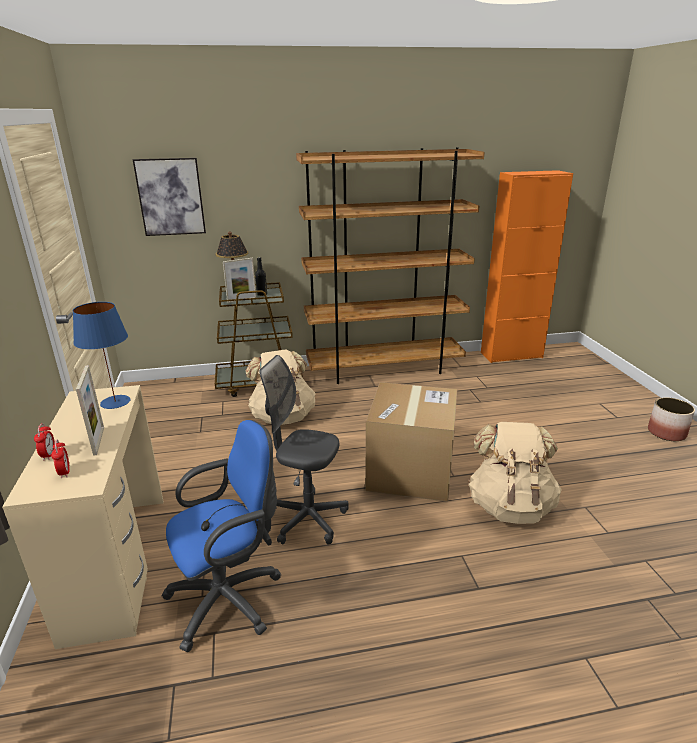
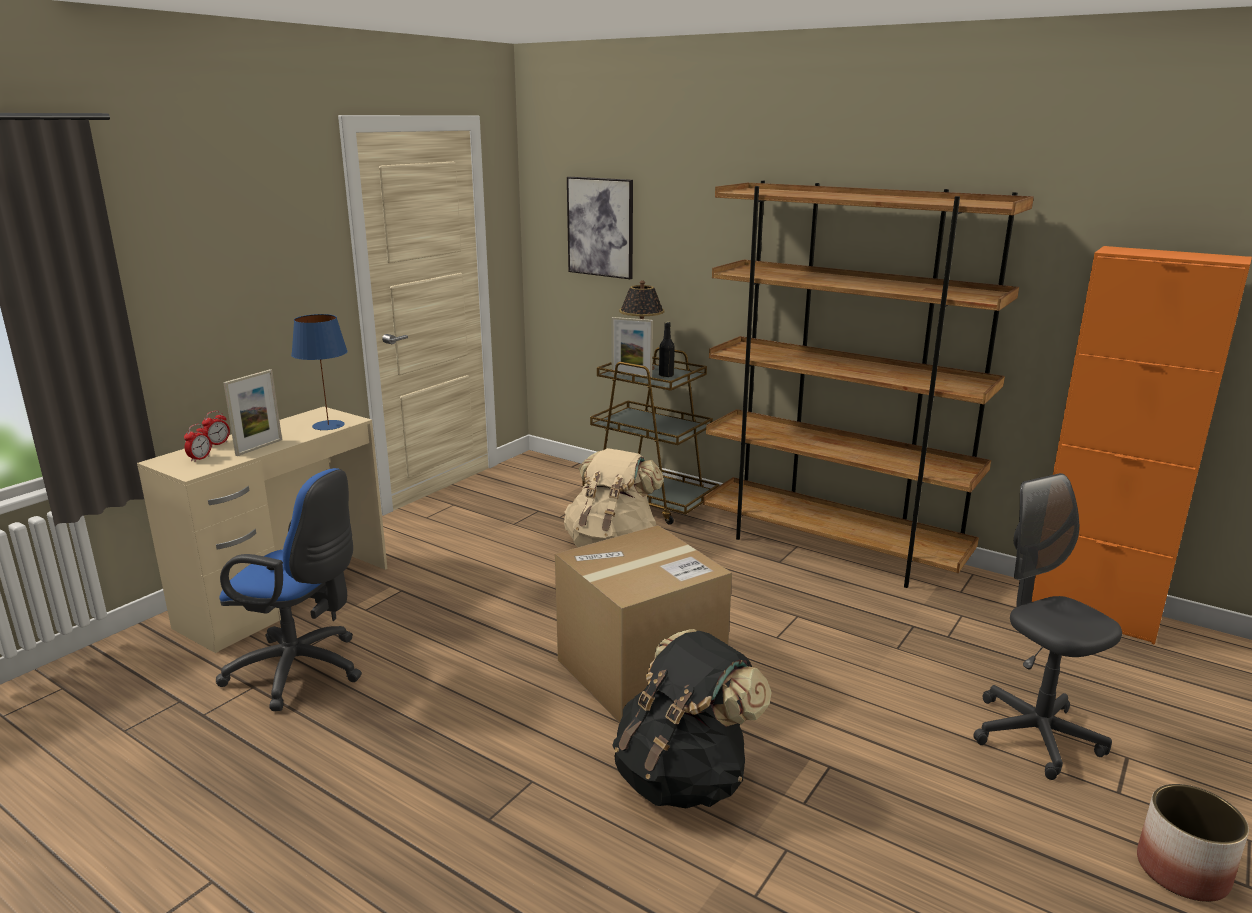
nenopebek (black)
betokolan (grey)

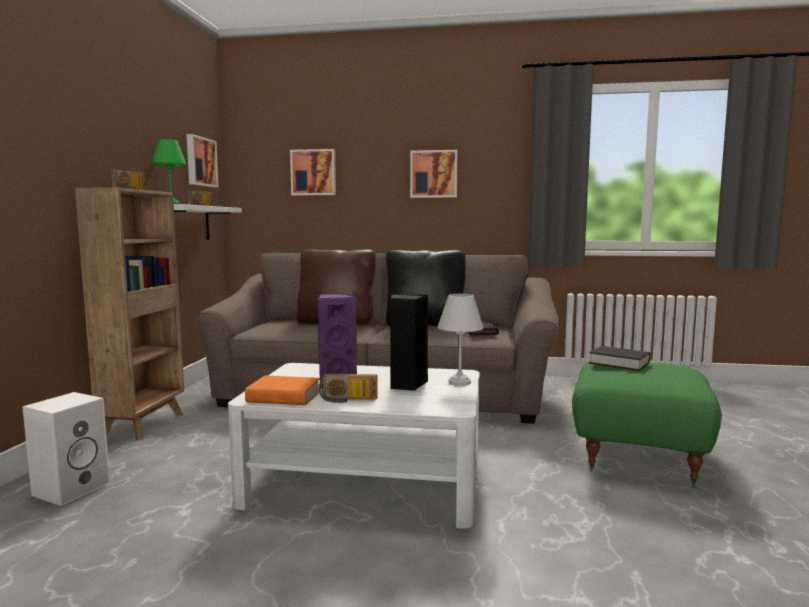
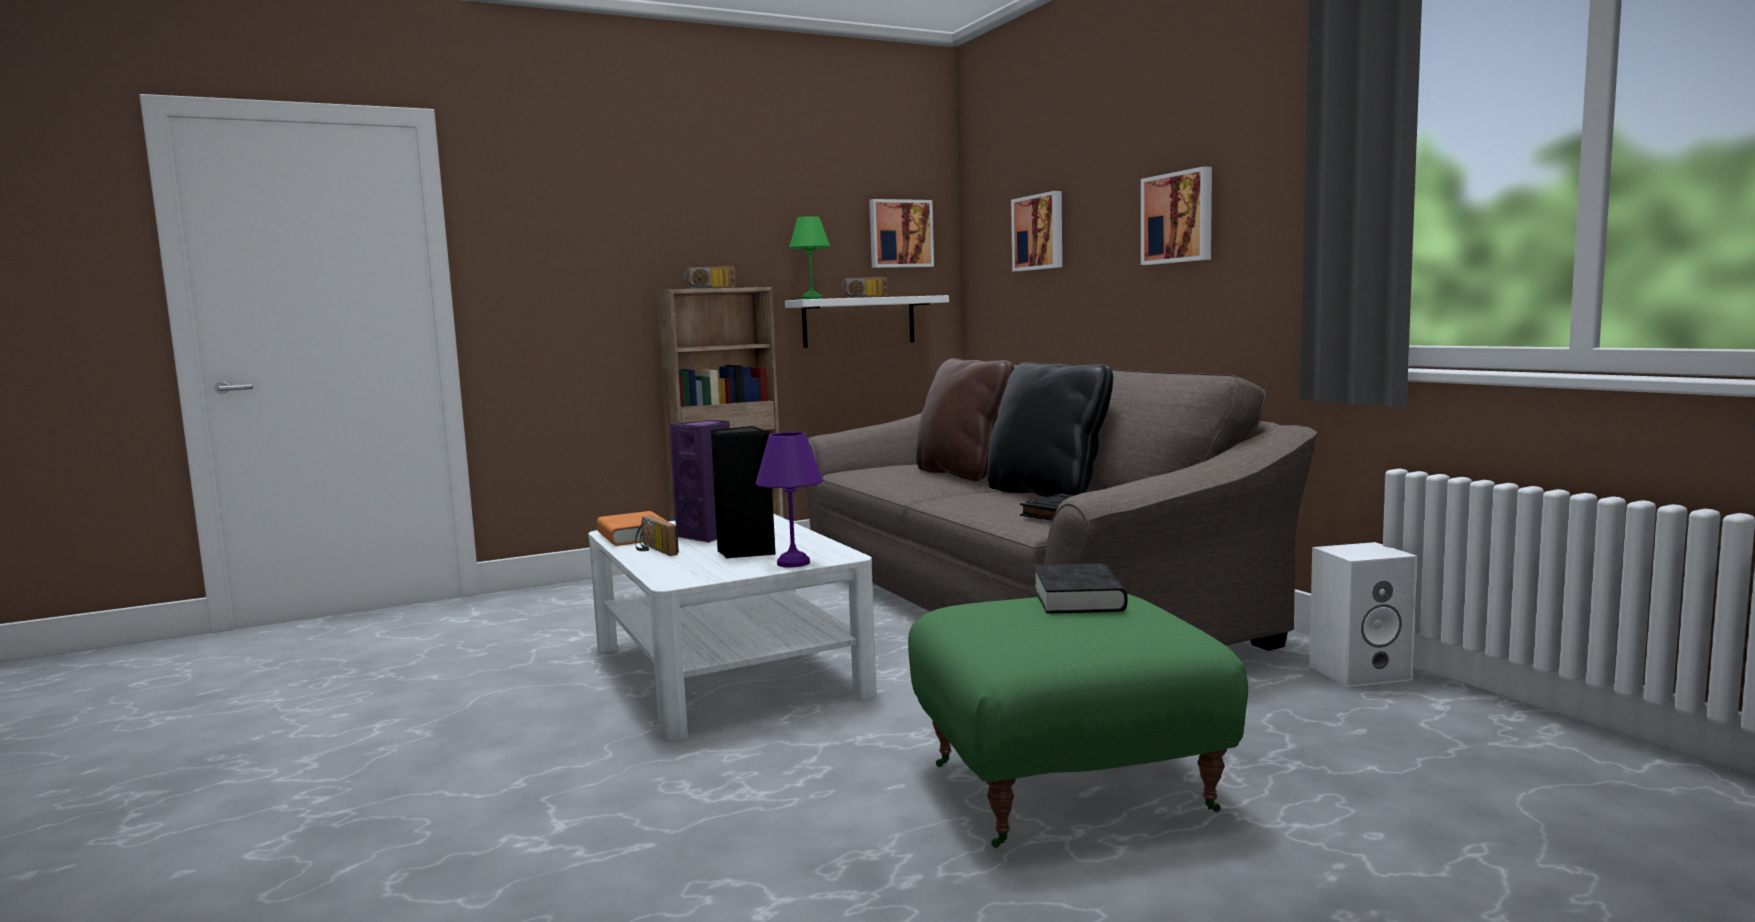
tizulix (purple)
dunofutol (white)

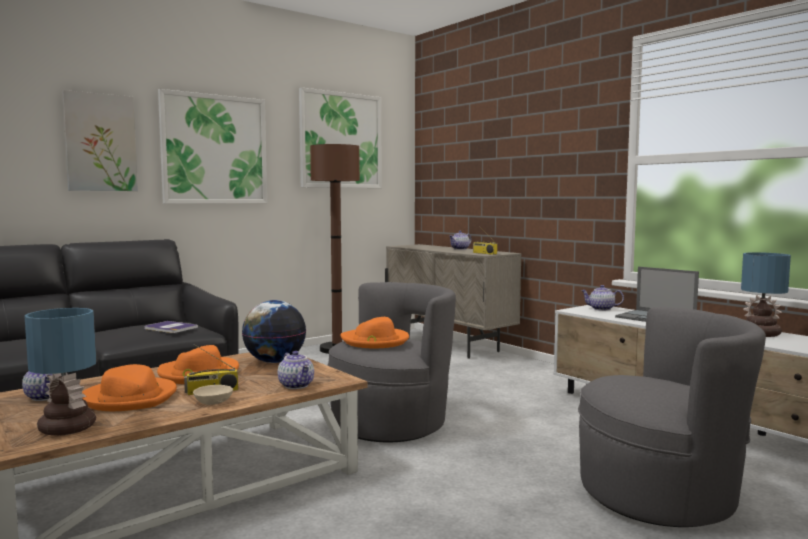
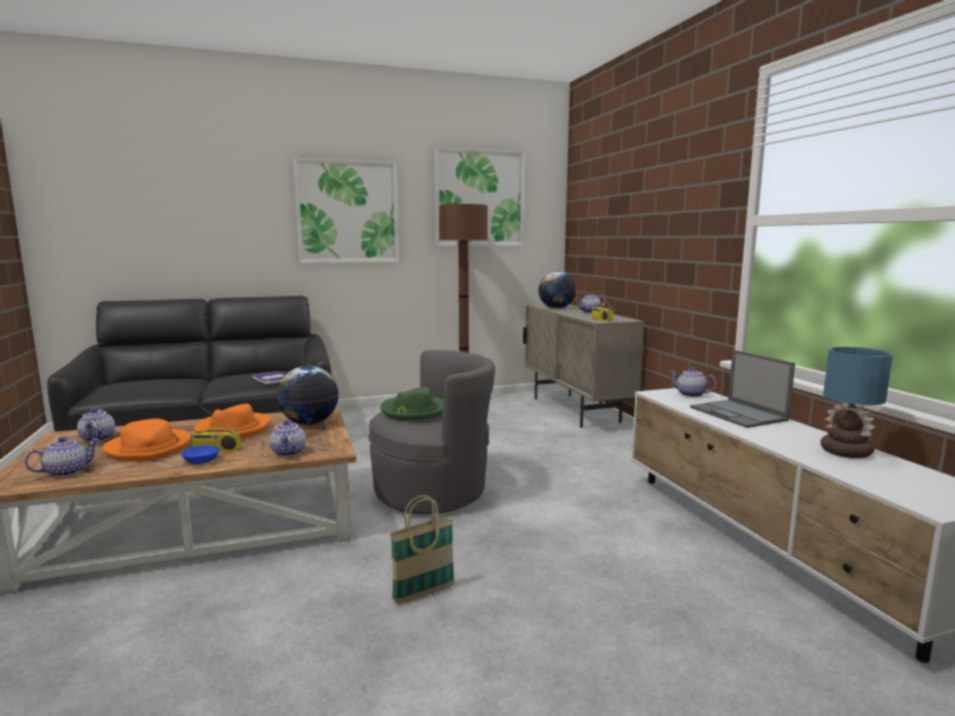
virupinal (no. 1 from left)
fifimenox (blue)
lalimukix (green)
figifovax
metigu (no. 2 from left)
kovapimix (no. 1 from left in the first image)
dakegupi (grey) (no. 2 from left in the first image)

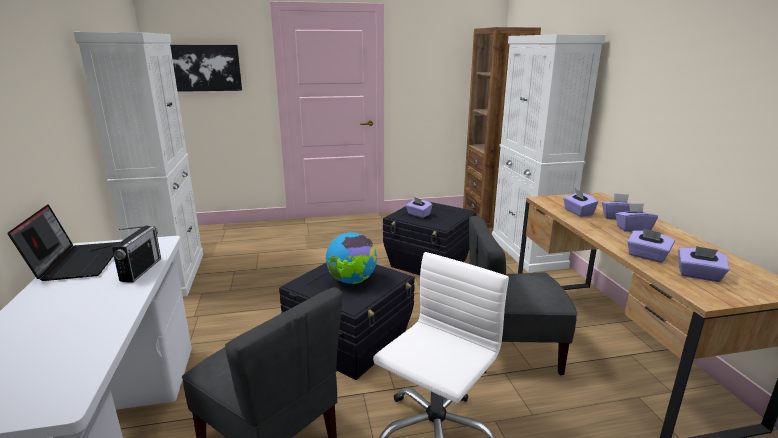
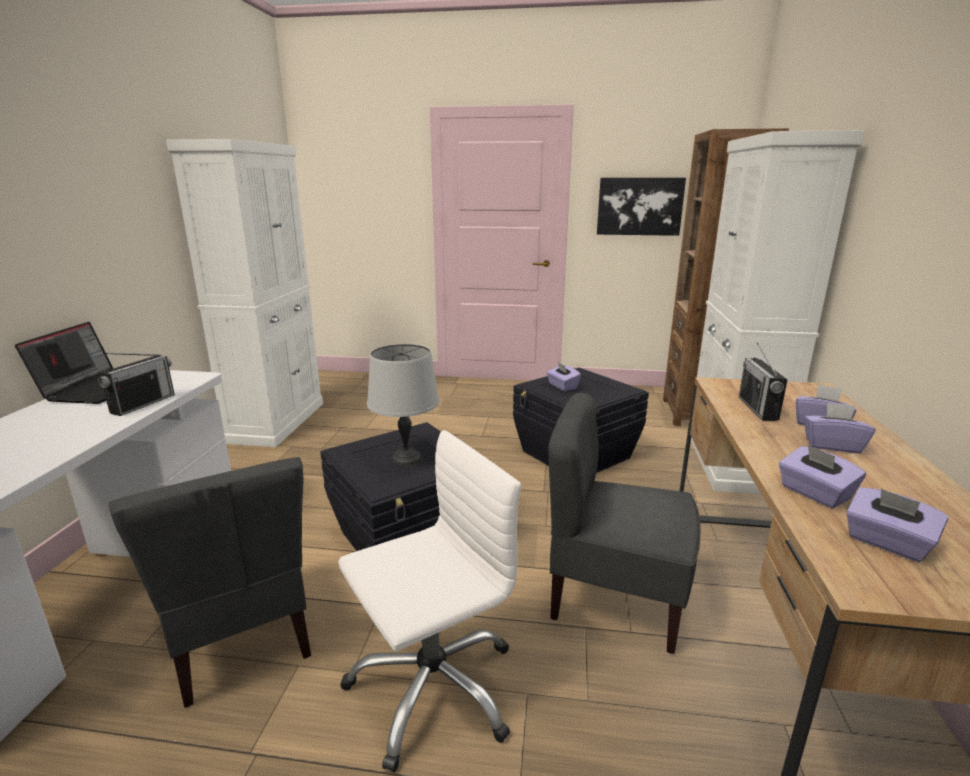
tizulix (grey)
kovapimix
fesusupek (no. 2 from left)

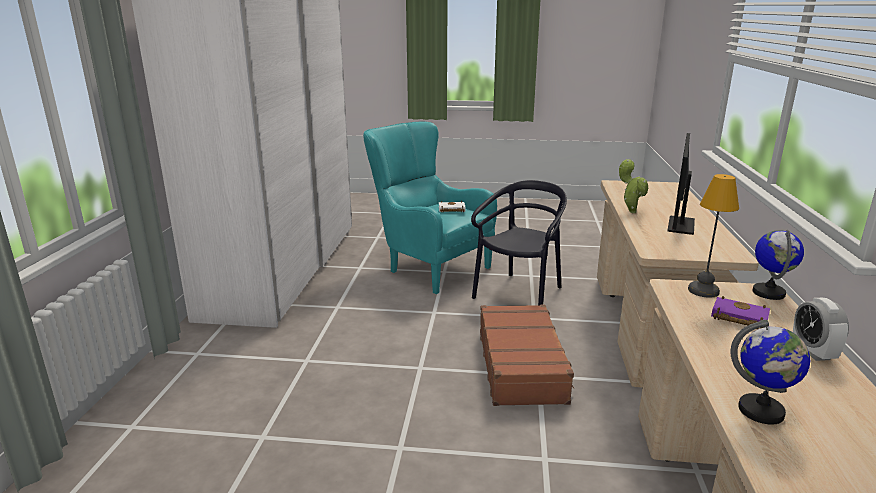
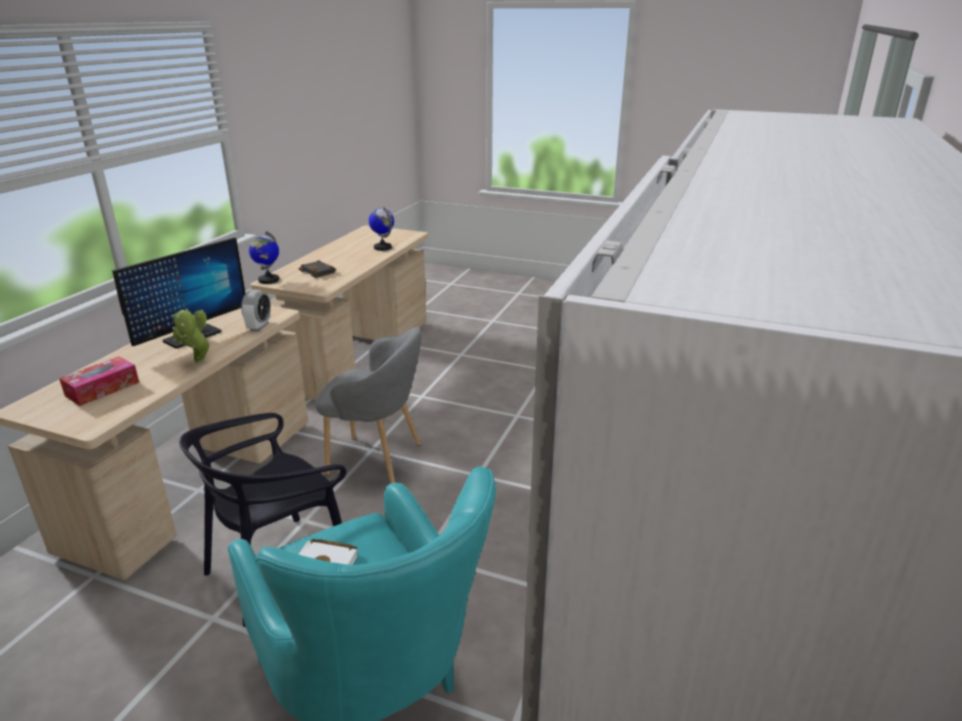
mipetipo
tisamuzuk
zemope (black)
dakegupi (grey)
tizulix

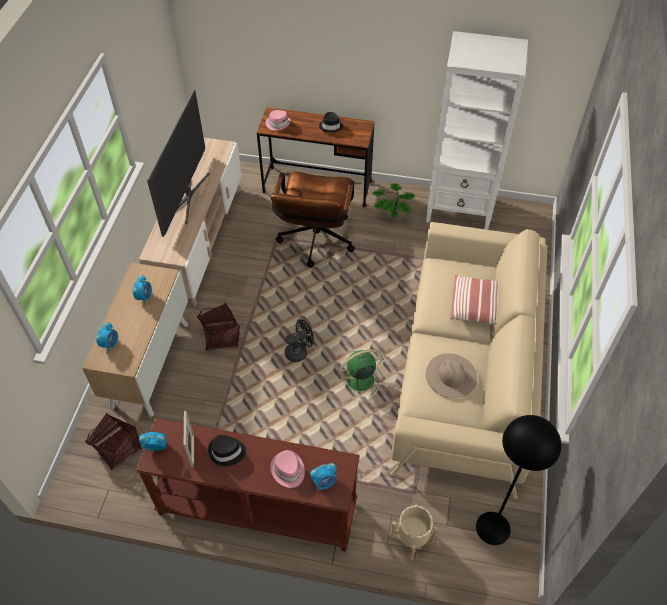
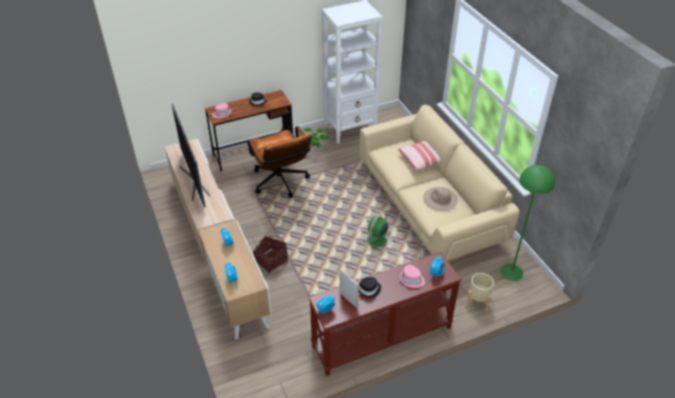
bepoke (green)
figifovax (no. 1 from left in the first image)
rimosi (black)

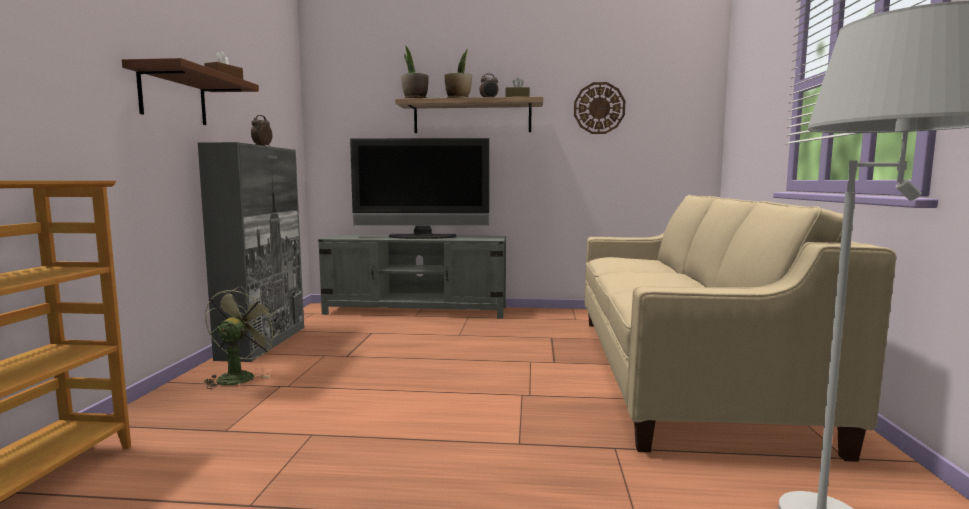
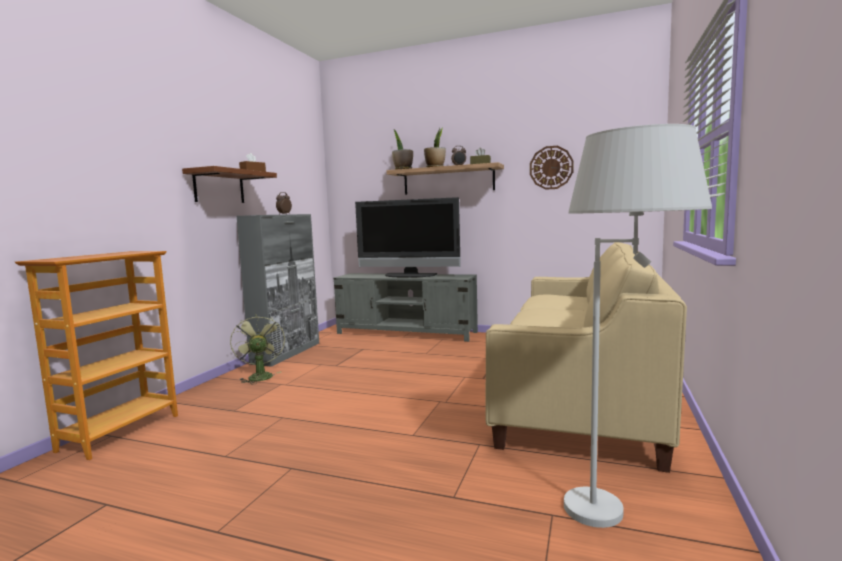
rimosi (green)

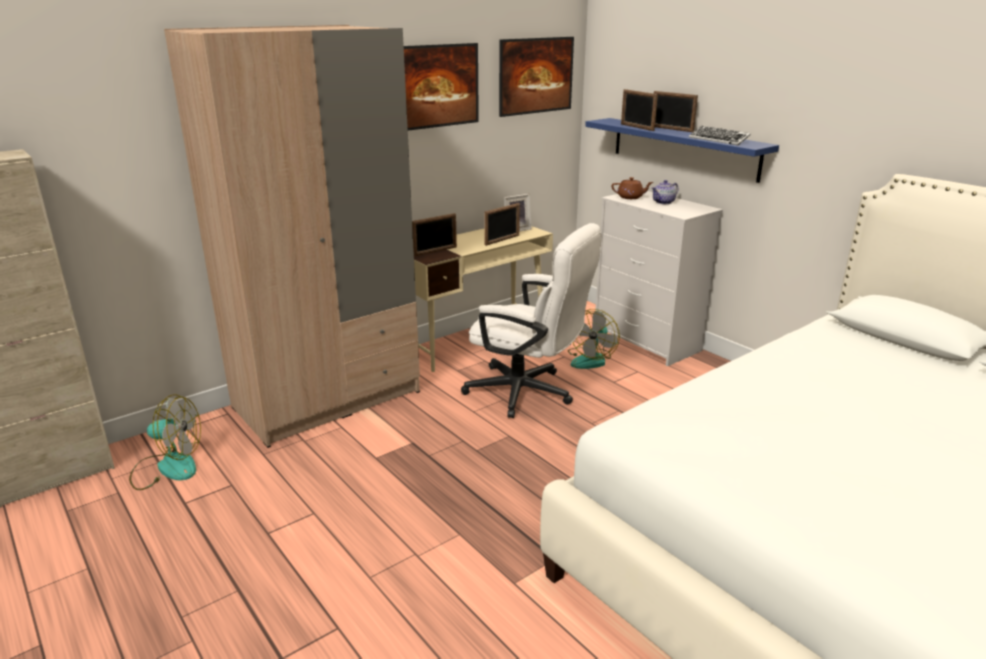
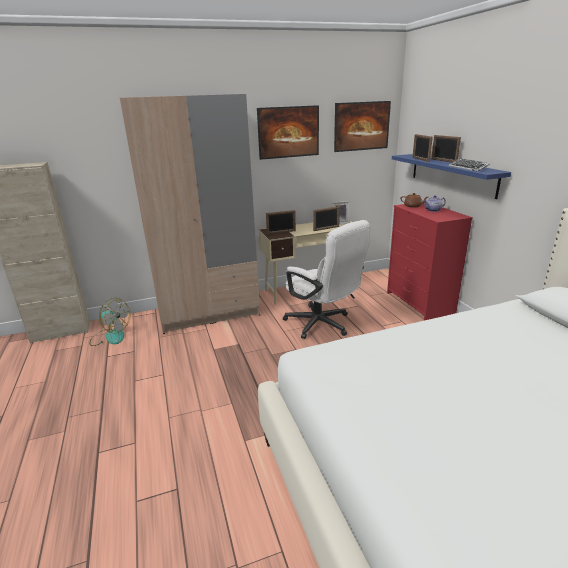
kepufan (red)
rimosi (no. 2 from left in the first image)

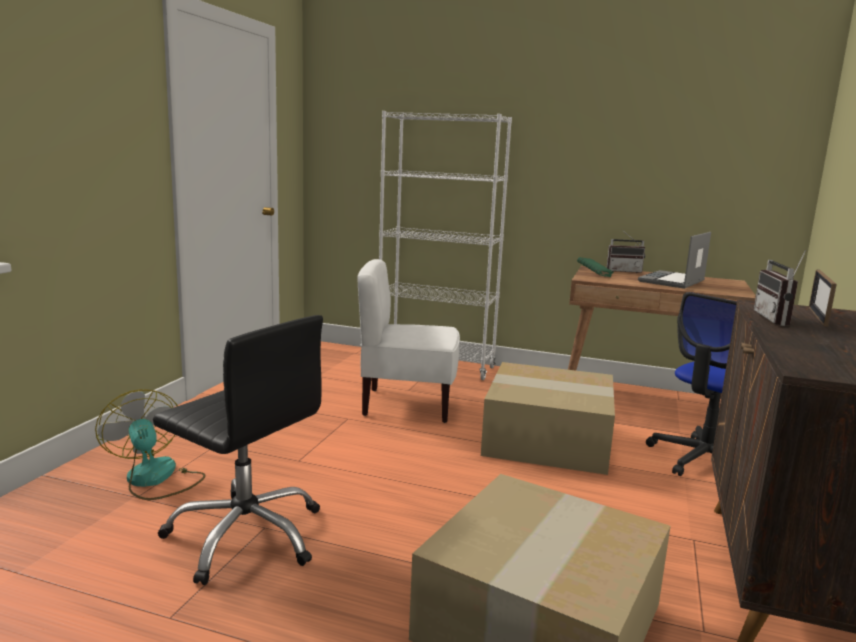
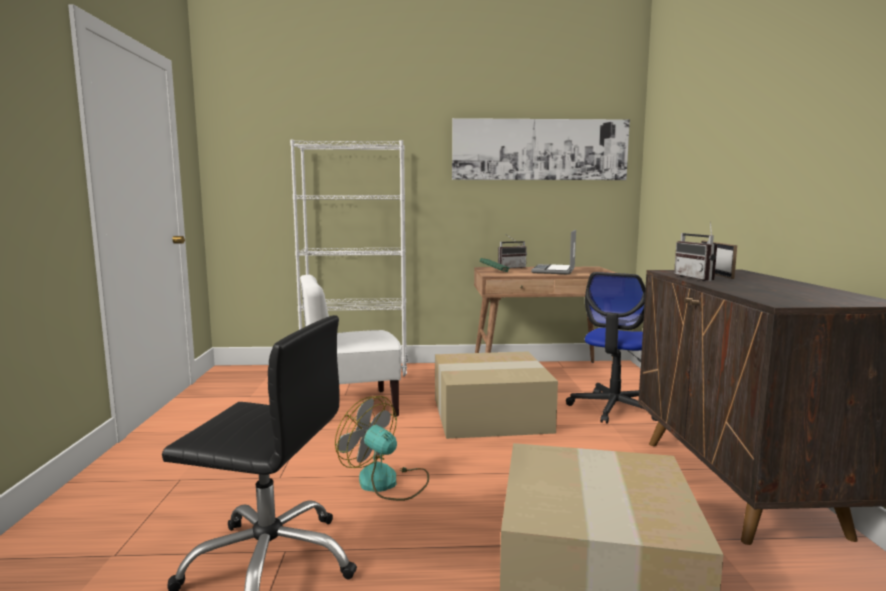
rimosi
kovapimix

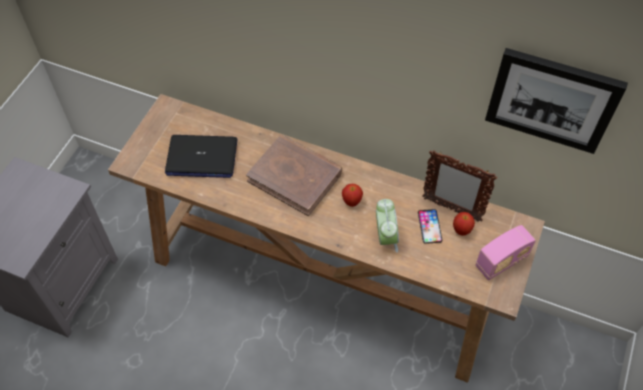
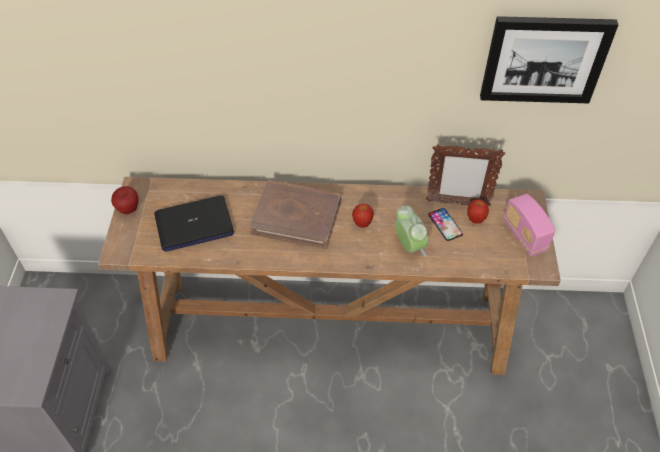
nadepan (no. 1 from left)
fesusupek

